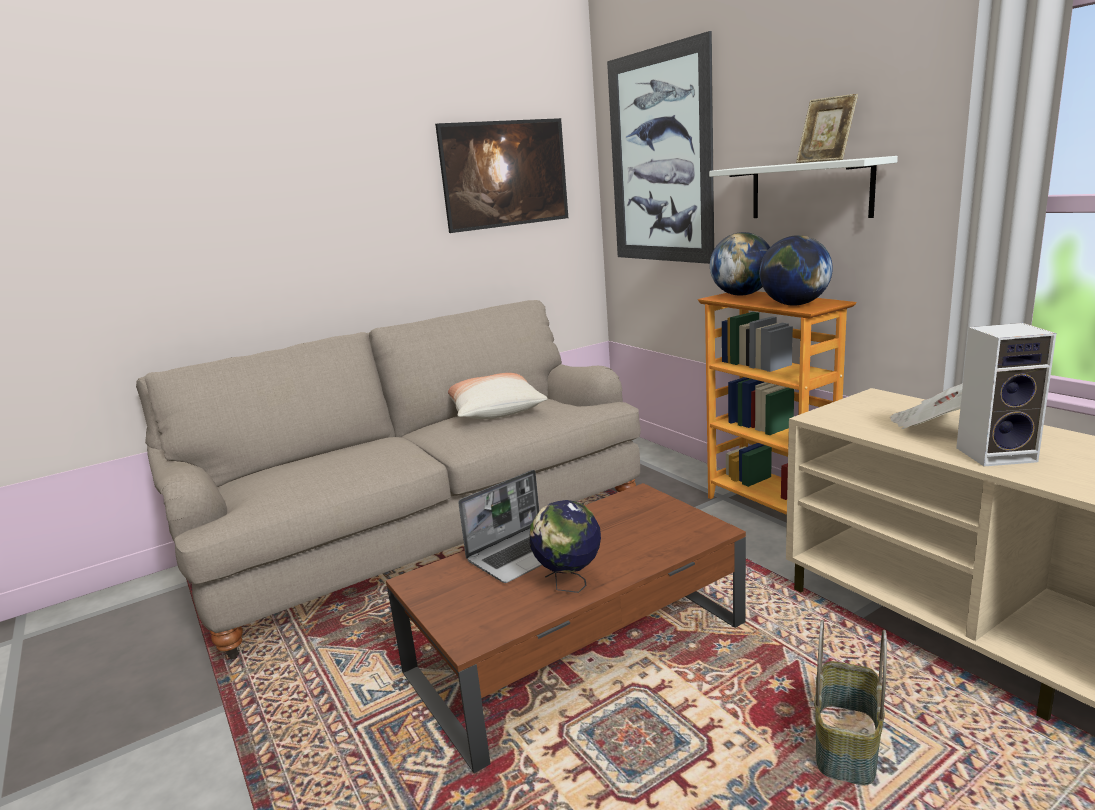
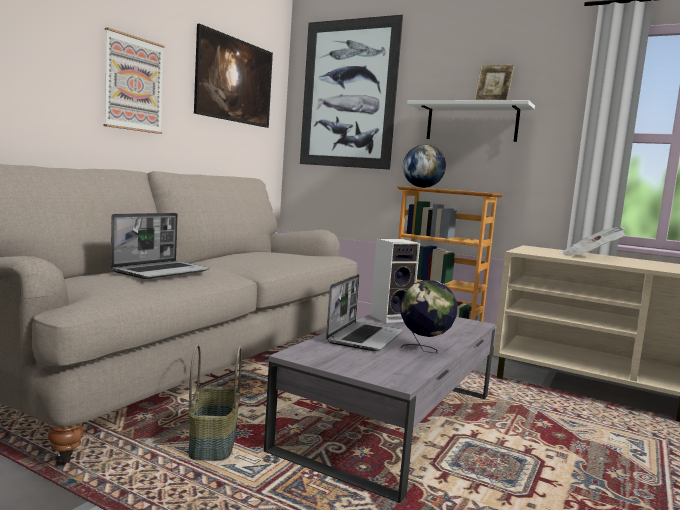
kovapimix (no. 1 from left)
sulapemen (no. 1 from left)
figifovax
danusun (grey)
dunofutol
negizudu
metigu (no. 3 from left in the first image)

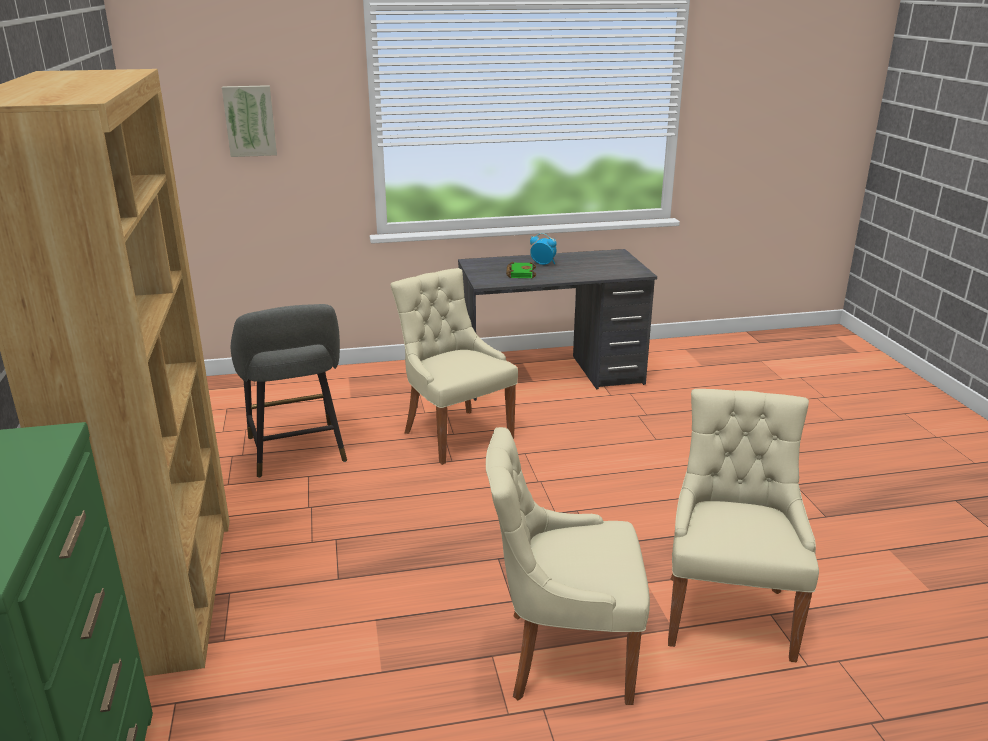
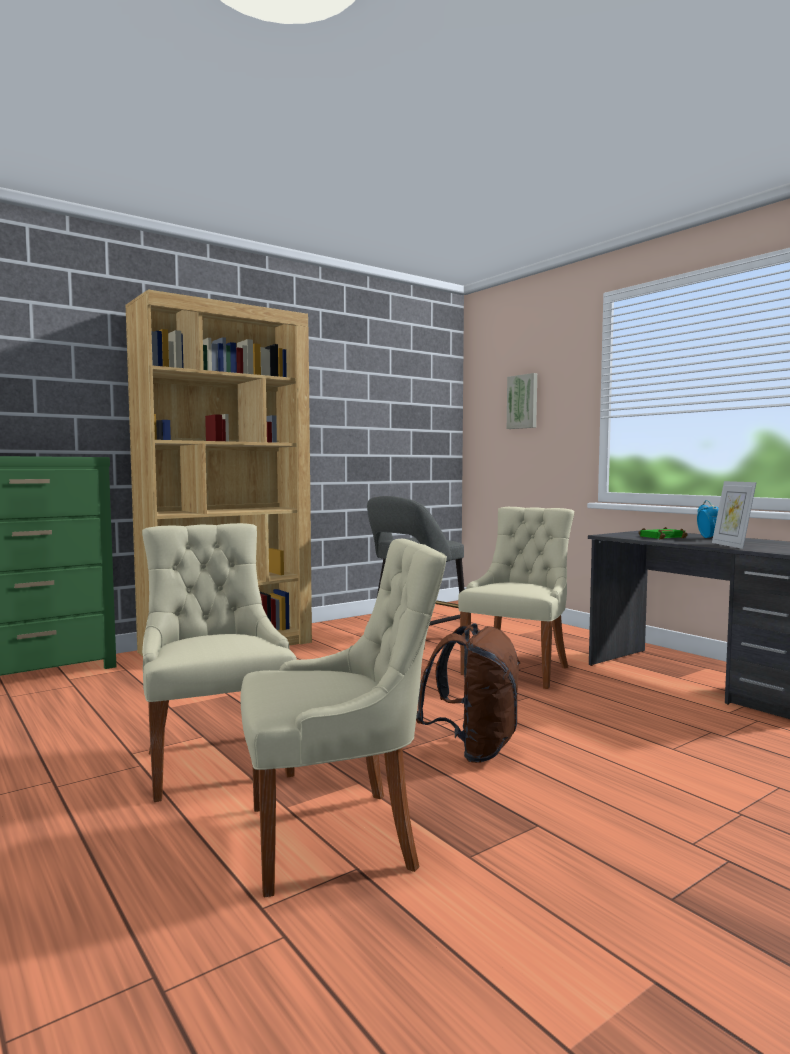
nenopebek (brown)
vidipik

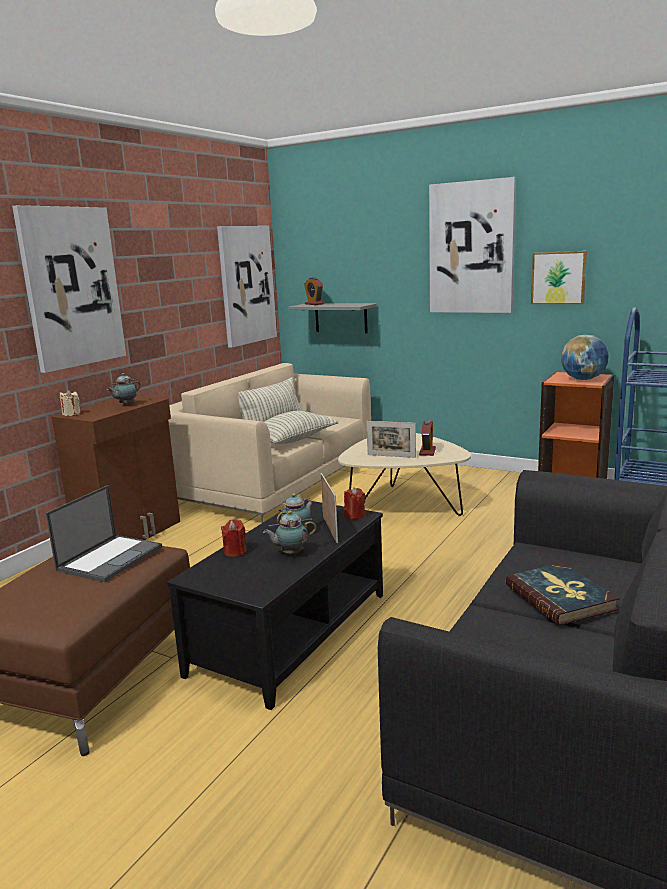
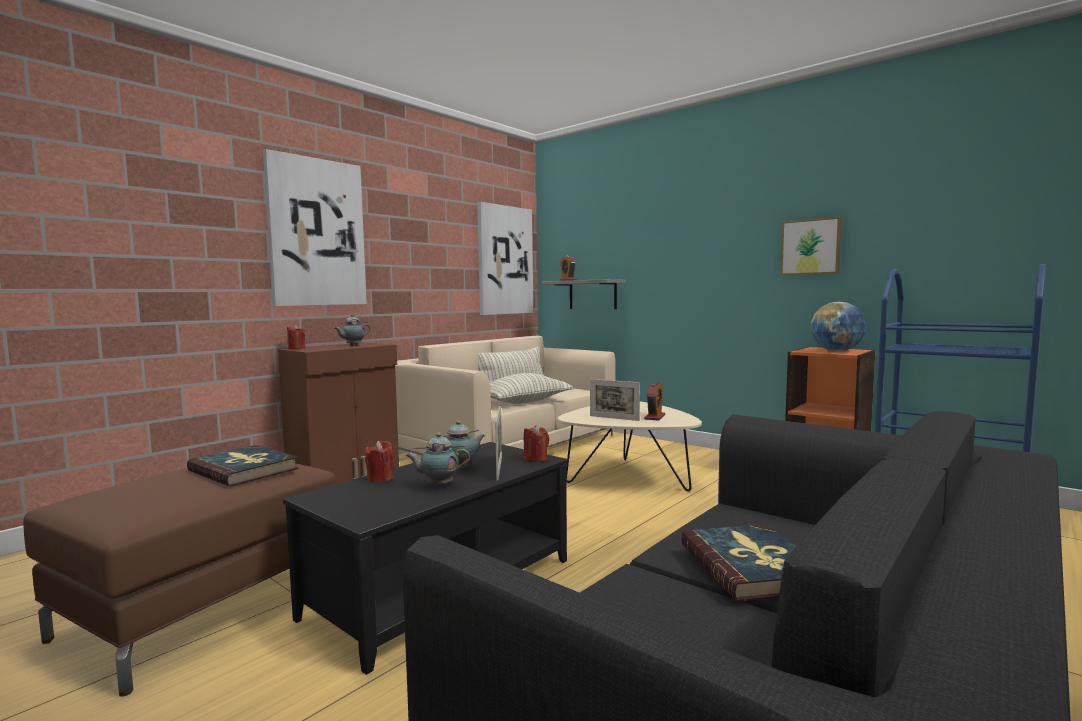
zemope (no. 1 from left)
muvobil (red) (no. 1 from left)
kovapimix (no. 3 from left in the first image)

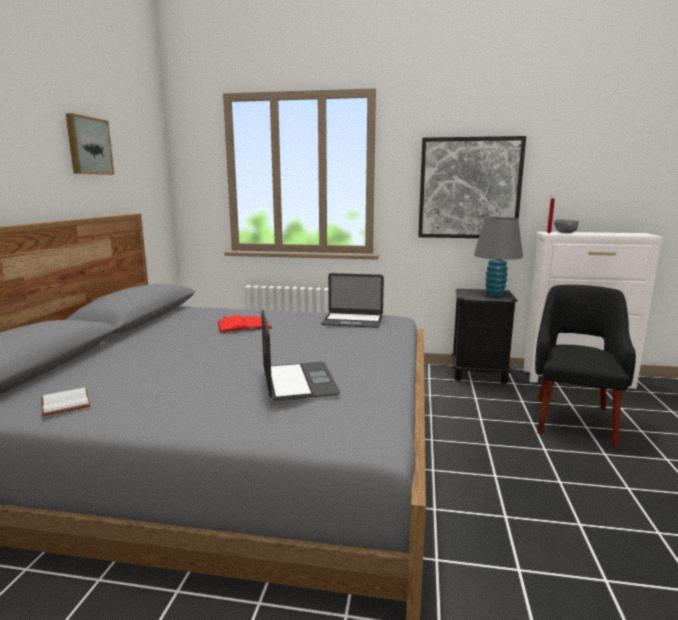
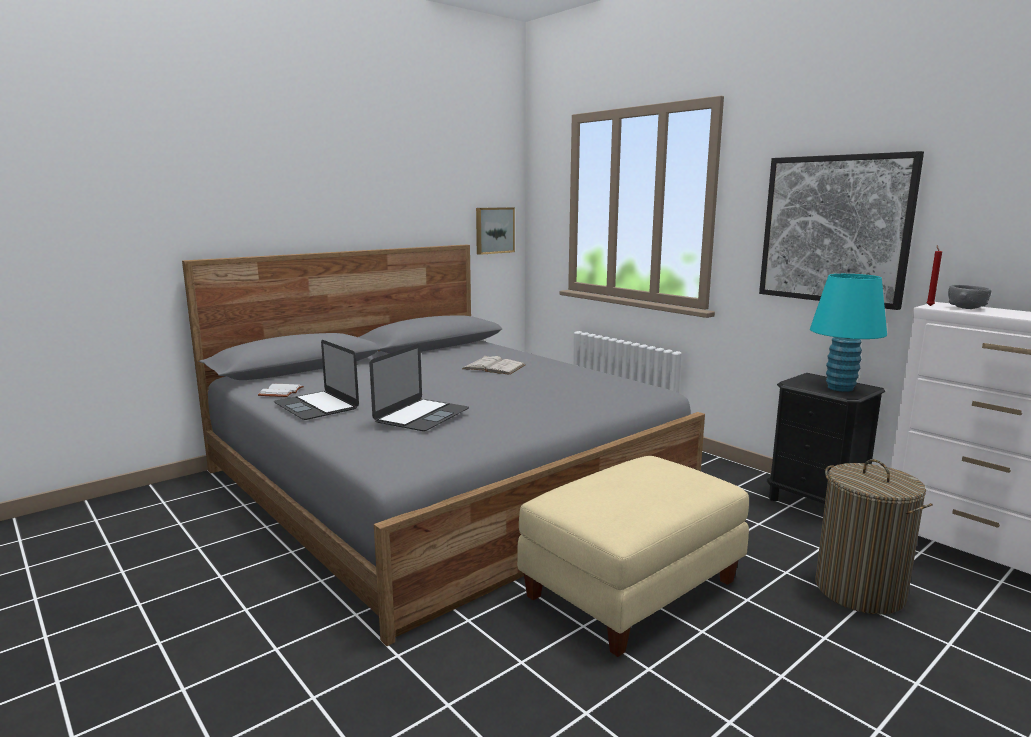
sulapemen (no. 1 from left)
zemope (white) (no. 2 from left)
kovapimix (no. 1 from left)
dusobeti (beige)
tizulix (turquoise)
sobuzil

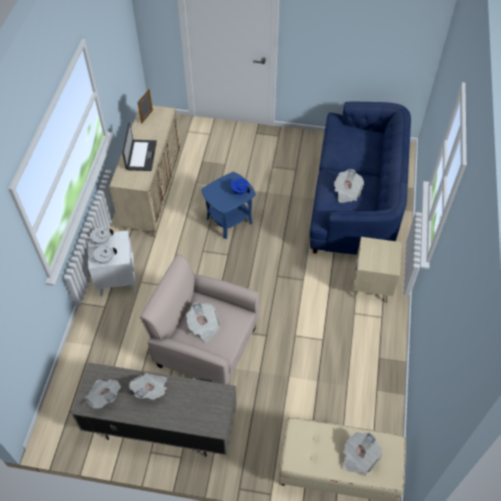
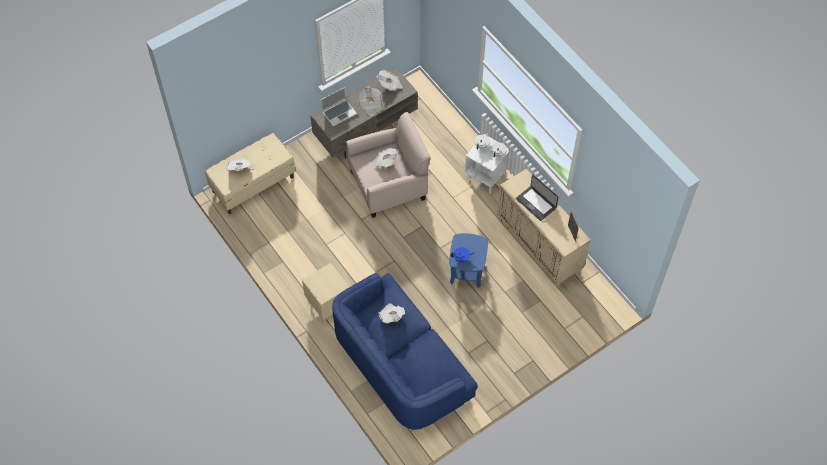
sulapemen (no. 1 from left)

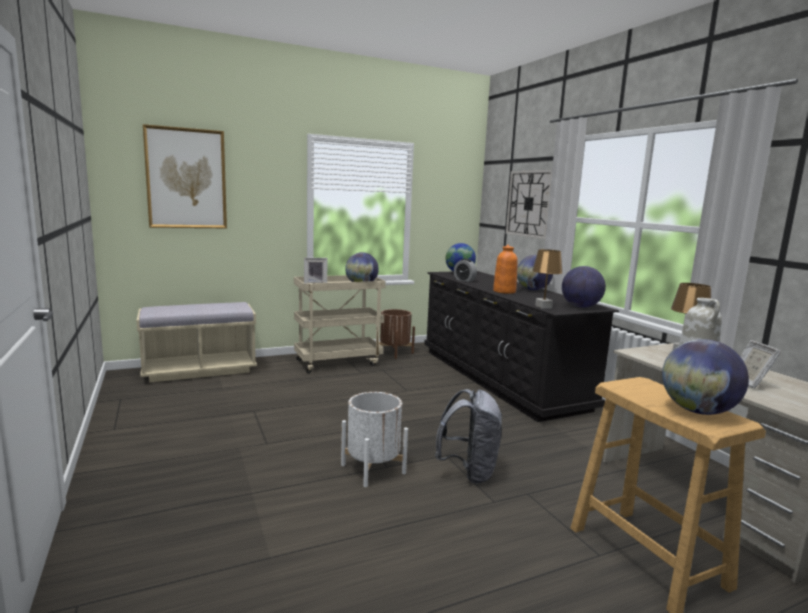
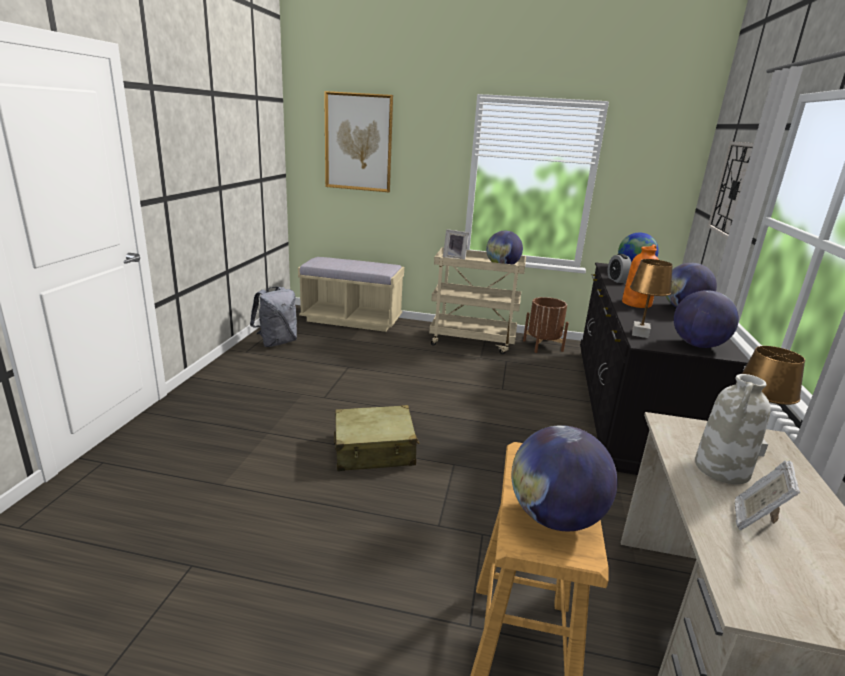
nenopebek (grey)
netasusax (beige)

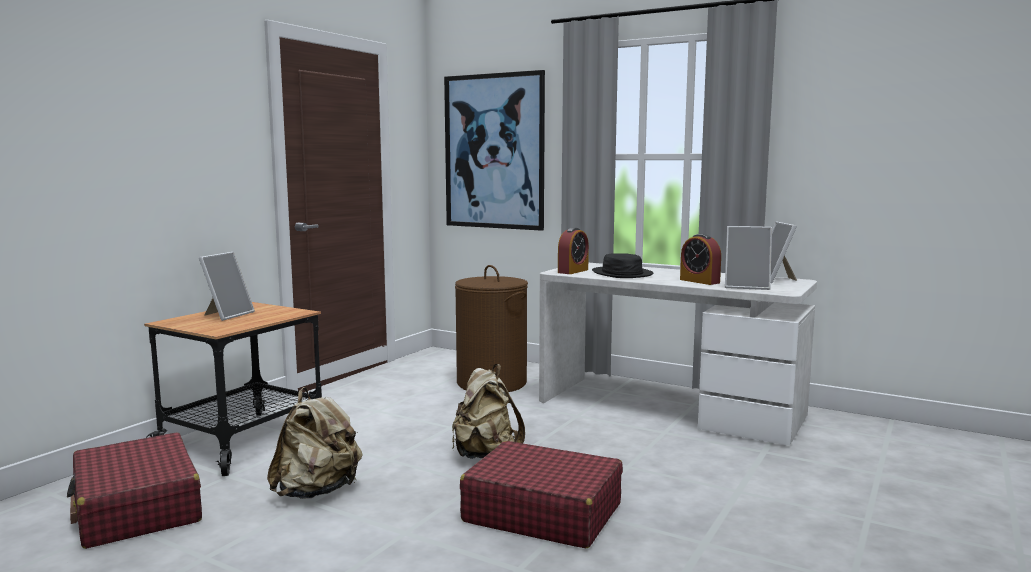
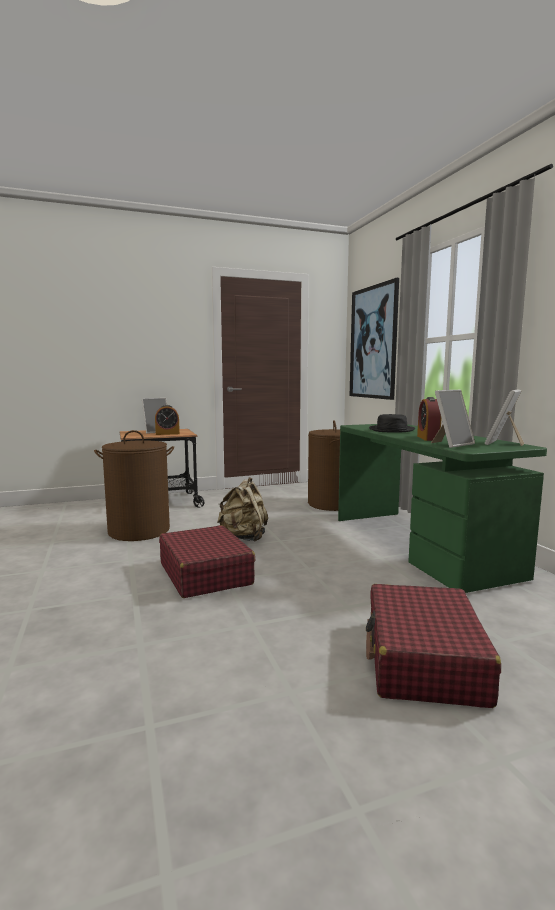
sobuzil (brown) (no. 1 from left)
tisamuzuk (no. 1 from left)
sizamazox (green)
netasusax (red) (no. 2 from left)
vidipik (no. 2 from left)

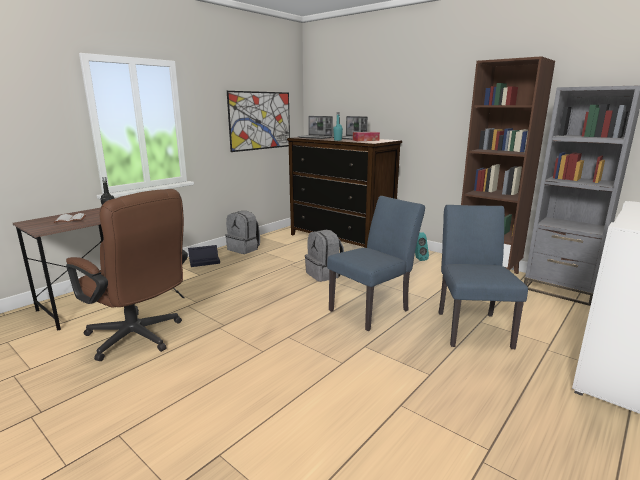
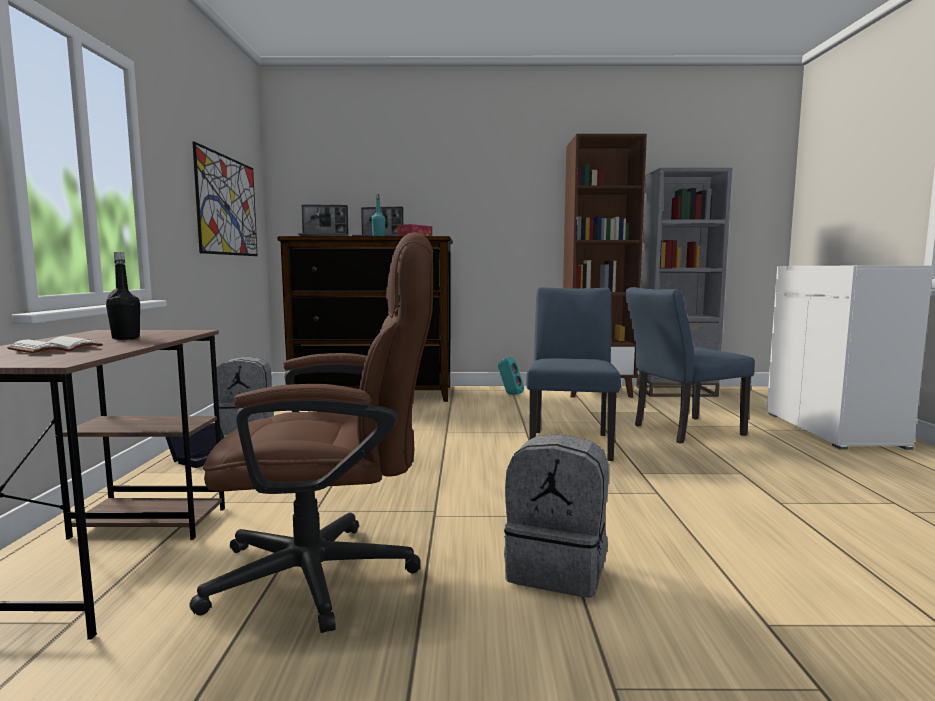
nenopebek (grey) (no. 2 from left)
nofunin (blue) (no. 2 from left)

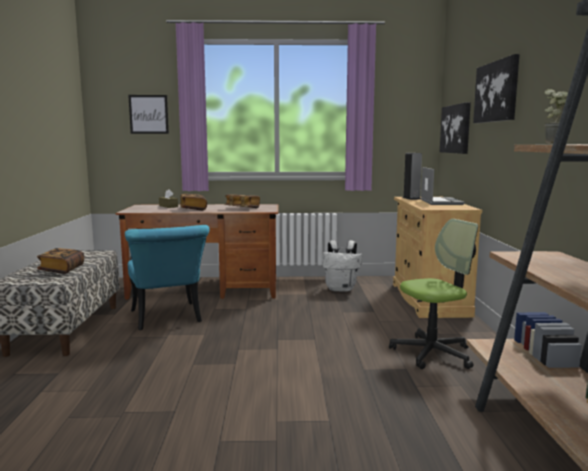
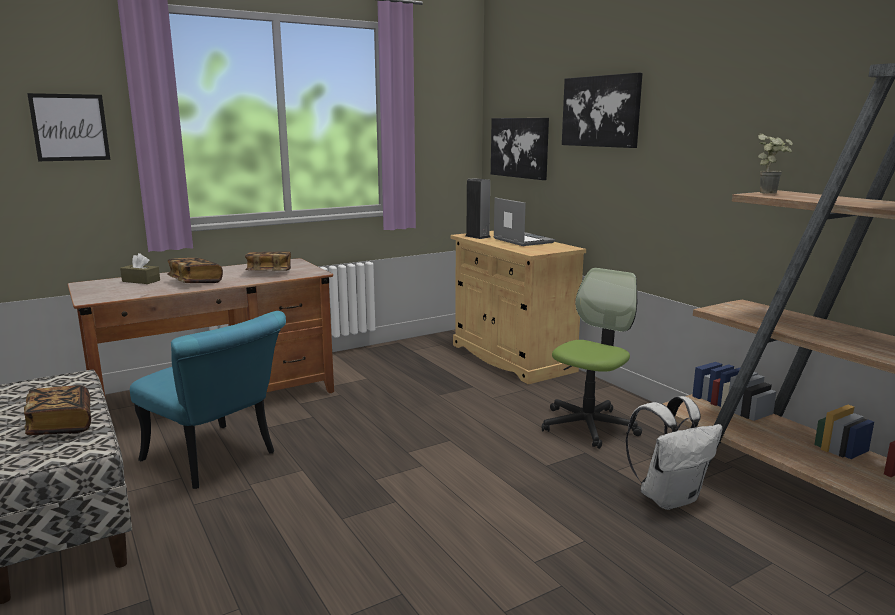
nenopebek (white)

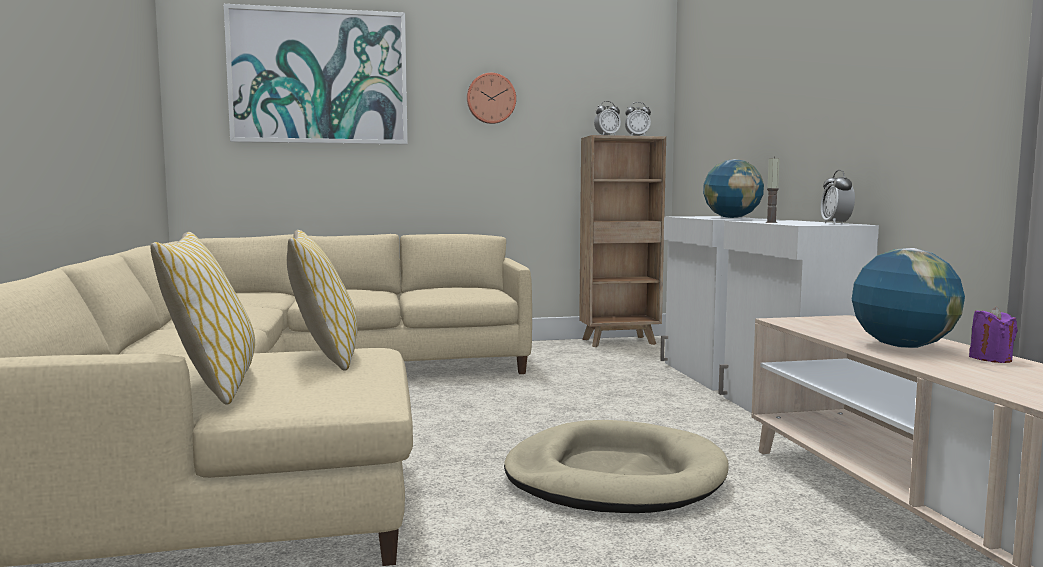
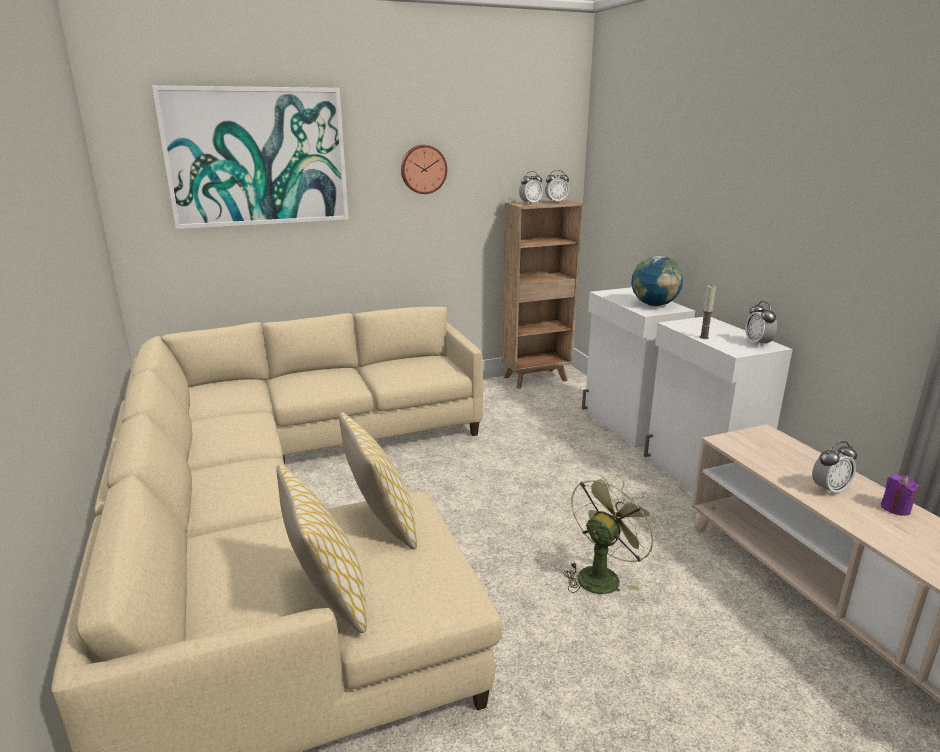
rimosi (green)
tisamuzuk (no. 4 from left)

